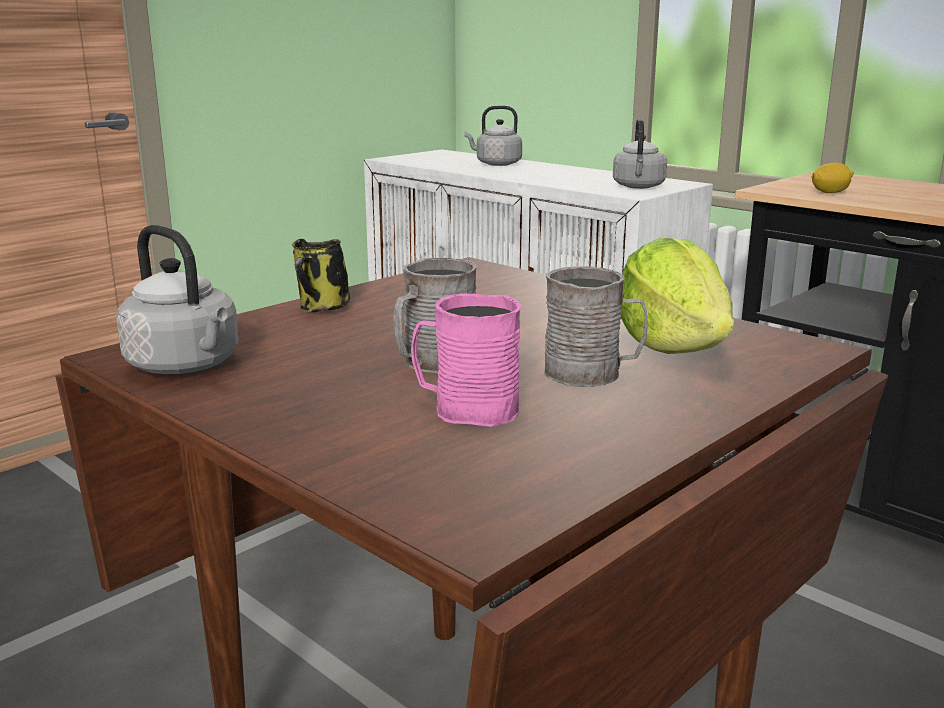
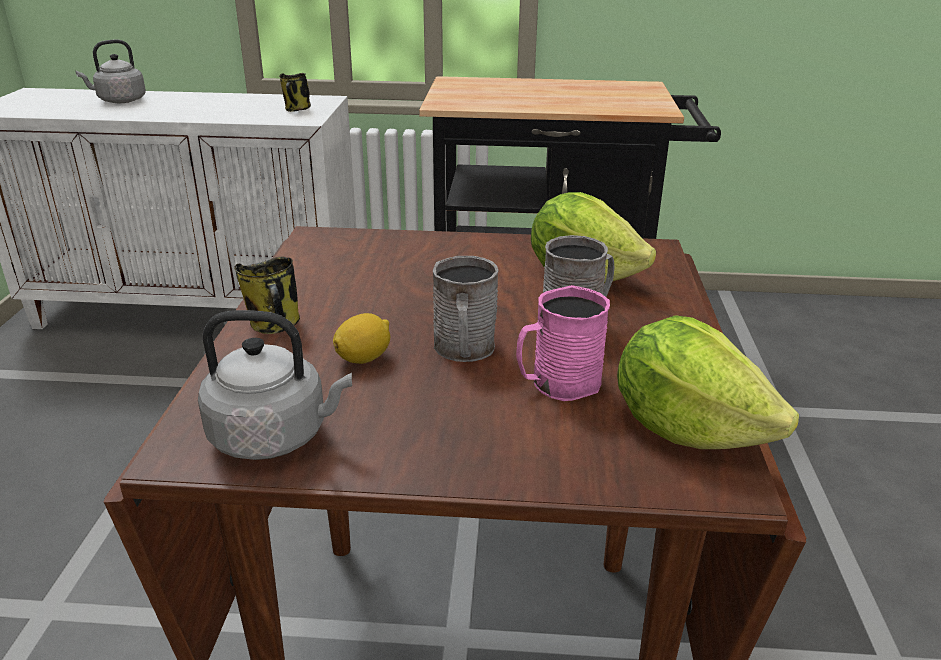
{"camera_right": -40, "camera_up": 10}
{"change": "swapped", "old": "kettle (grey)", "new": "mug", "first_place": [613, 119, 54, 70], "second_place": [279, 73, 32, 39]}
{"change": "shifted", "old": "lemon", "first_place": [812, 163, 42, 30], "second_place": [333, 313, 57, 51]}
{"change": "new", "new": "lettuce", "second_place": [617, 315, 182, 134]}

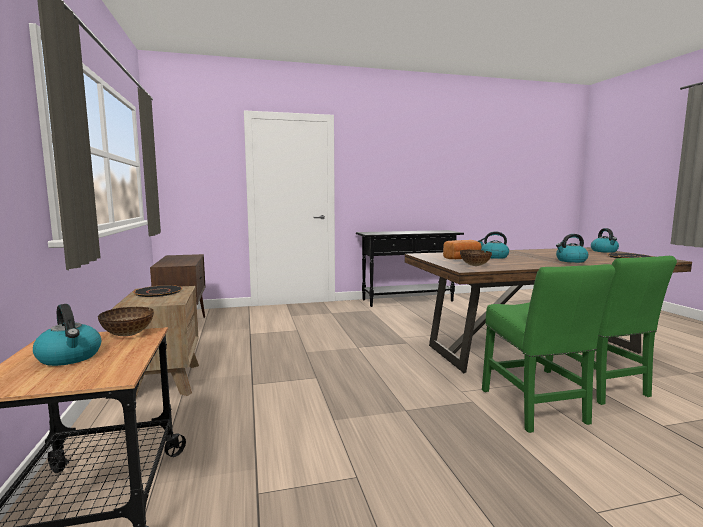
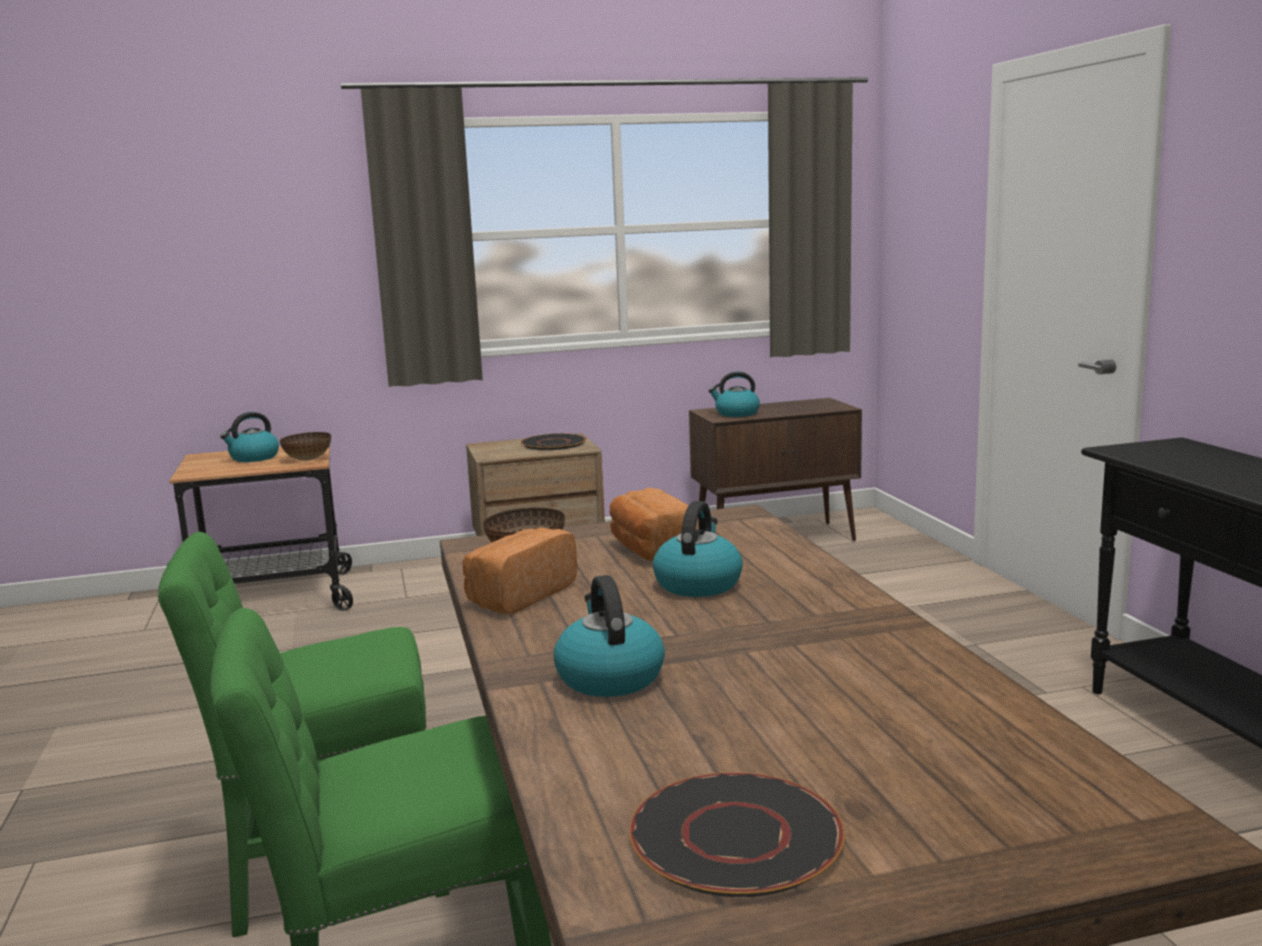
{"camera_right": 90, "camera_up": 5}
{"change": "shifted", "old": "kettle", "first_place": [591, 228, 28, 25], "second_place": [708, 371, 52, 46]}
{"change": "new", "new": "bread", "second_place": [462, 527, 115, 87]}

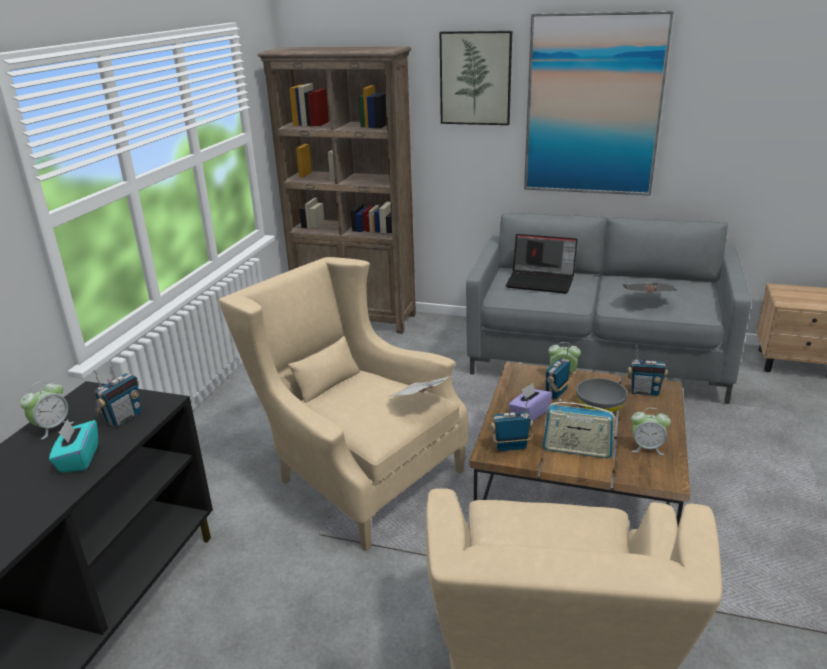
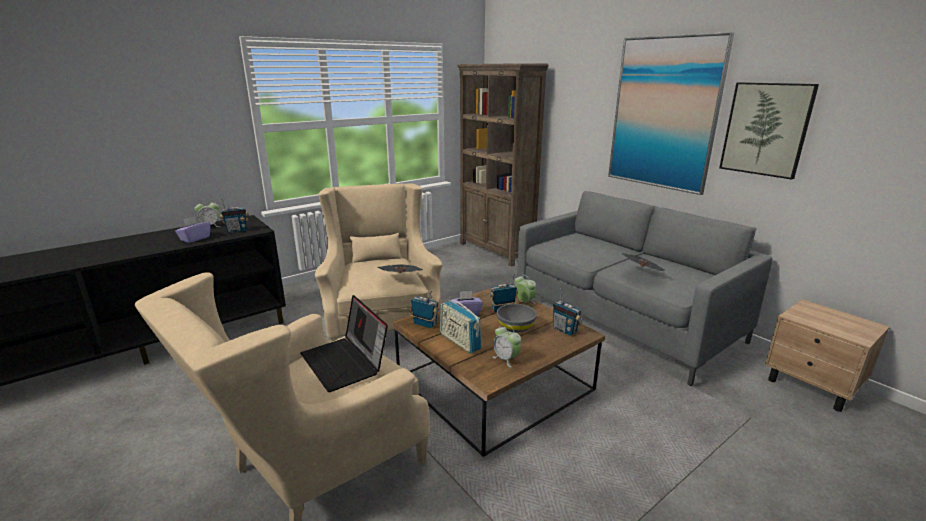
{"camera_right": 35, "camera_up": -5}
{"change": "shifted", "old": "picture", "first_place": [440, 31, 72, 94], "second_place": [719, 82, 100, 97]}
{"change": "shifted", "old": "laptop", "first_place": [505, 234, 73, 59], "second_place": [300, 295, 88, 97]}
{"change": "repainted", "old": "tissue box (turquoise)", "new": "tissue box (purple)", "first_place": [49, 419, 49, 54], "second_place": [175, 216, 36, 27]}

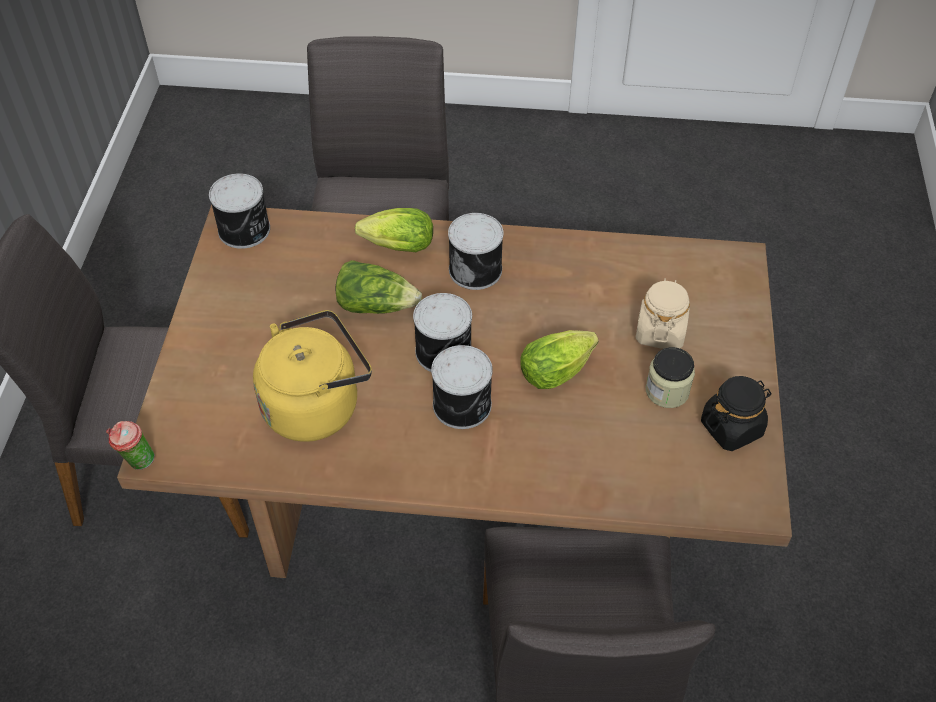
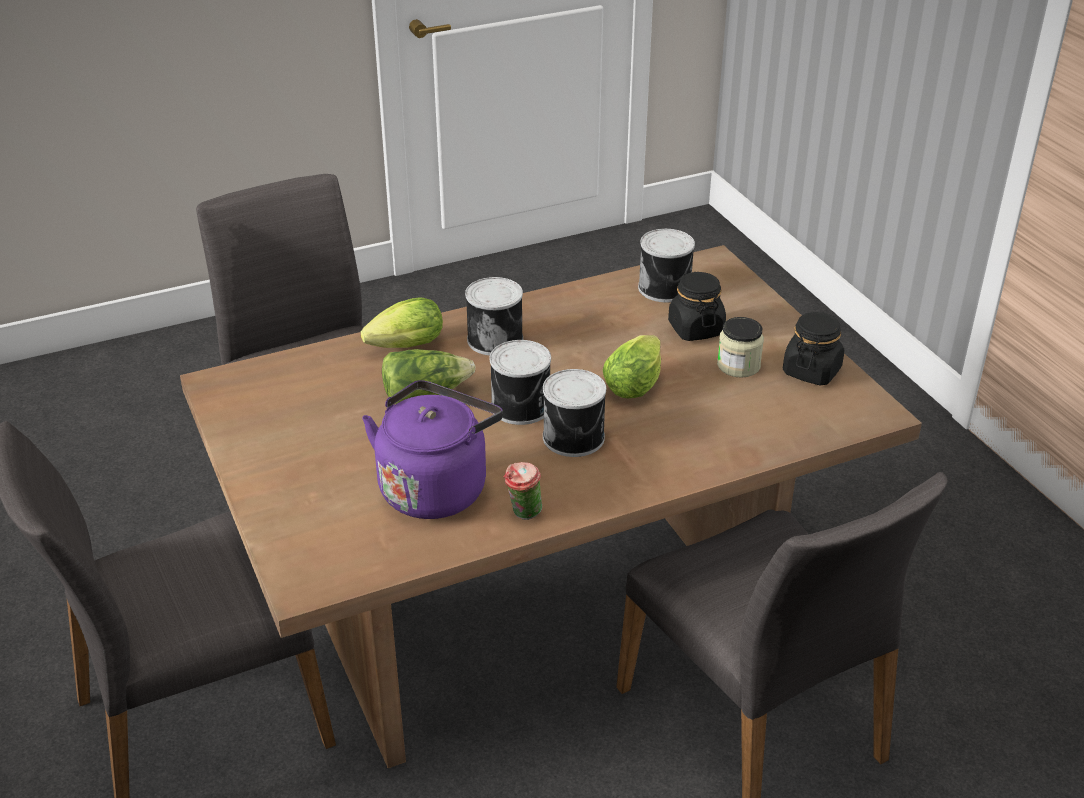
{"camera_right": -30, "camera_up": -15}
{"change": "shifted", "old": "can", "first_place": [209, 173, 61, 76], "second_place": [638, 229, 57, 73]}
{"change": "repainted", "old": "jar (beige)", "new": "jar (black)", "first_place": [635, 278, 55, 71], "second_place": [668, 272, 58, 69]}
{"change": "repainted", "old": "kettle (yellow)", "new": "kettle (purple)", "first_place": [253, 310, 119, 132], "second_place": [362, 380, 141, 139]}
{"change": "shifted", "old": "cup", "first_place": [106, 421, 49, 49], "second_place": [504, 462, 38, 58]}

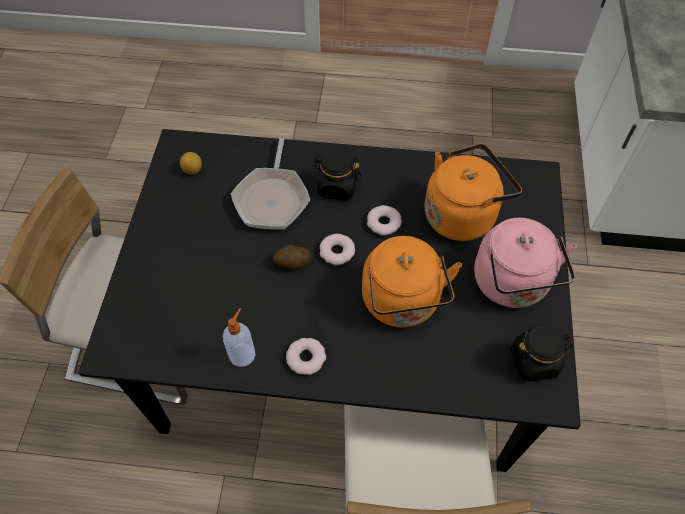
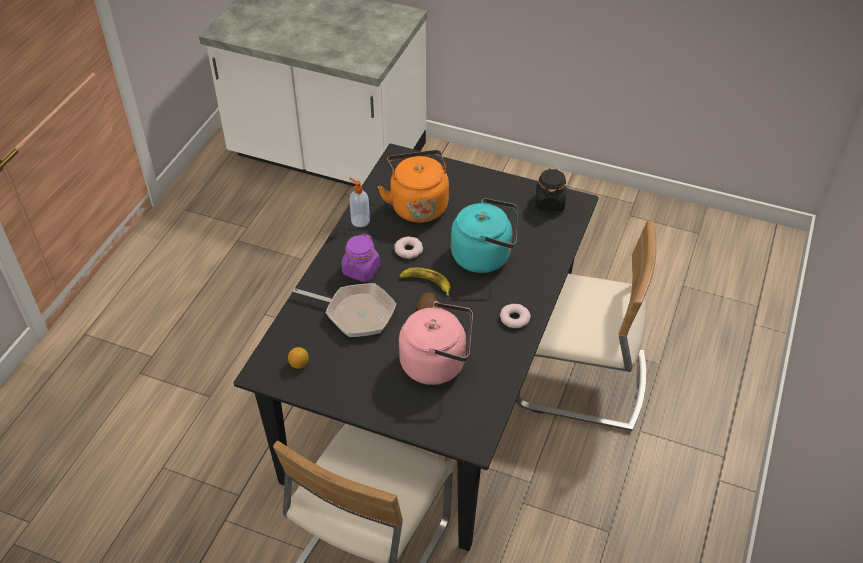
{"camera_right": -75, "camera_up": -10}
{"change": "repainted", "old": "jar (black)", "new": "jar (purple)", "first_place": [312, 148, 49, 53], "second_place": [342, 233, 38, 49]}
{"change": "shifted", "old": "kettle (pink)", "first_place": [474, 218, 103, 90], "second_place": [399, 301, 74, 84]}
{"change": "swapped", "old": "donut", "new": "banana", "first_place": [320, 234, 35, 31], "second_place": [399, 268, 51, 28]}
{"change": "repainted", "old": "kettle (orange)", "new": "kettle (turquoise)", "first_place": [362, 236, 100, 92], "second_place": [451, 198, 67, 75]}
{"change": "shifted", "old": "soap dispenser", "first_place": [223, 308, 32, 59], "second_place": [349, 178, 21, 49]}

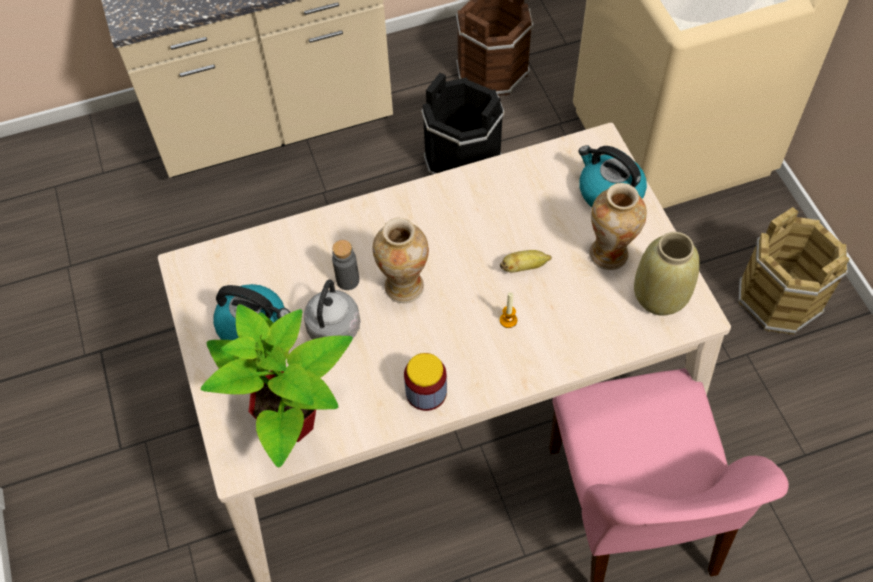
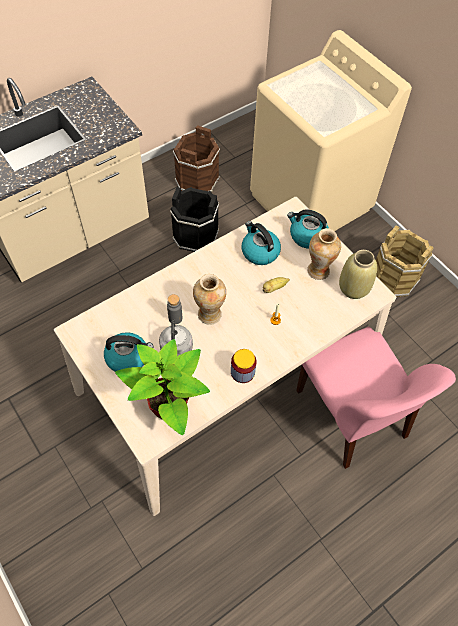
{"camera_right": -20, "camera_up": 0}
{"change": "new", "new": "kettle", "second_place": [241, 221, 40, 44]}

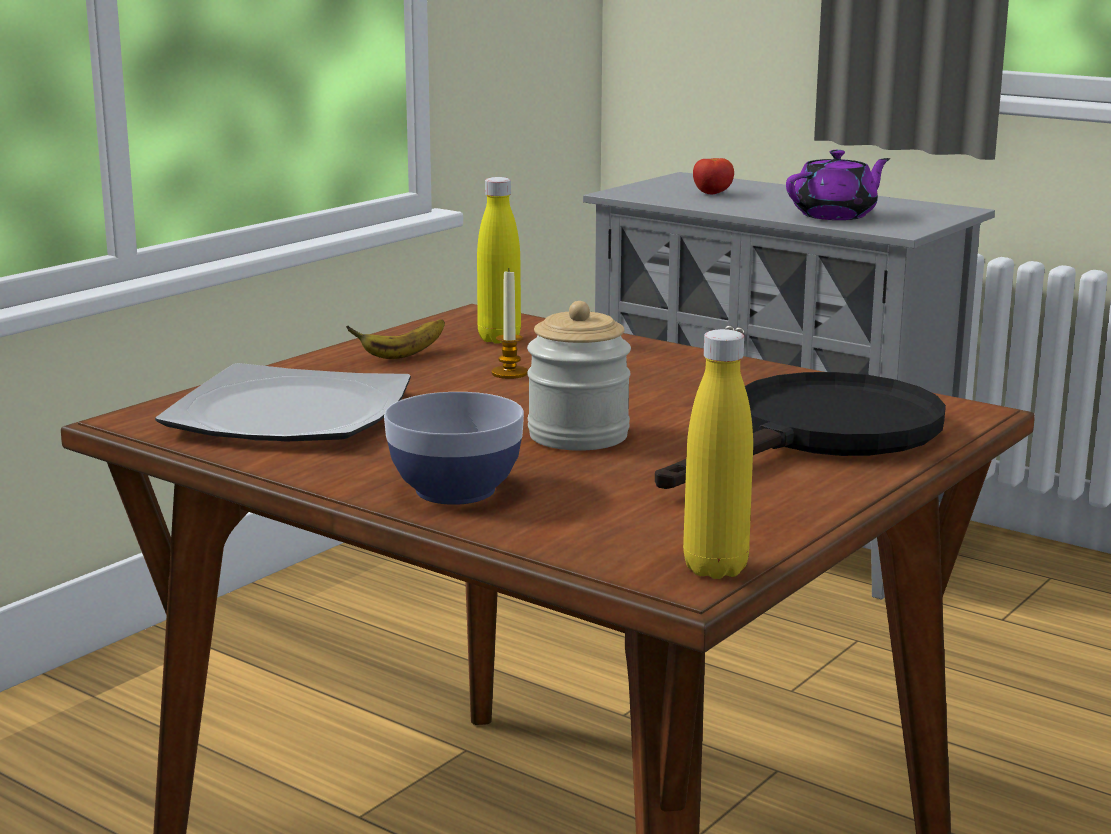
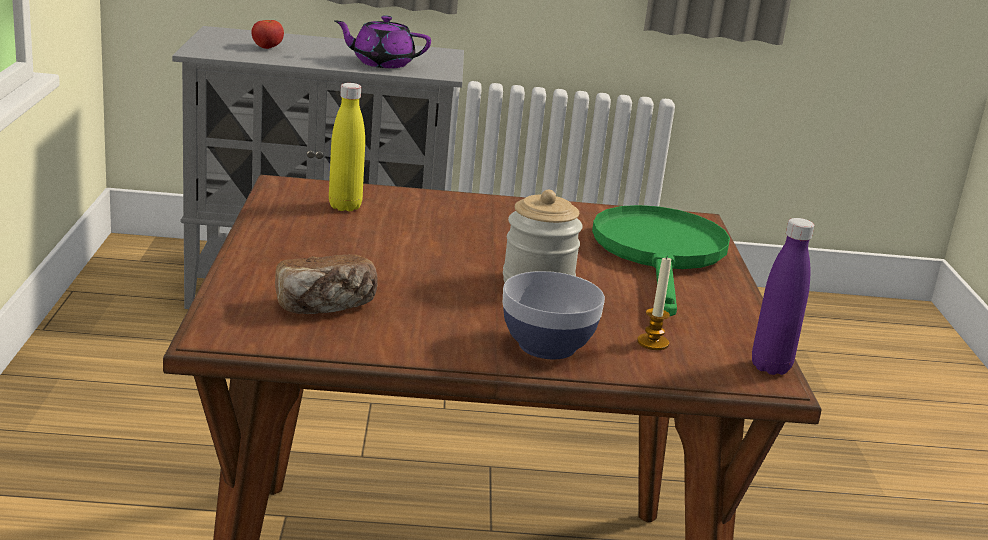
{"camera_right": -40, "camera_up": 5}
{"change": "rotated", "old": "teapot (purple)", "first_place": [786, 150, 104, 70], "second_place": [334, 15, 97, 53], "degrees": -105}
{"change": "shifted", "old": "candle", "first_place": [492, 272, 36, 107], "second_place": [637, 255, 34, 95]}
{"change": "gone", "old": "banana", "first_place": [346, 319, 99, 40]}
{"change": "repainted", "old": "bottle (yellow)", "new": "bottle (purple)", "first_place": [683, 329, 70, 250], "second_place": [752, 218, 62, 157]}
{"change": "swapped", "old": "plate", "new": "bread", "first_place": [155, 363, 256, 78], "second_place": [275, 254, 103, 60]}
{"change": "repainted", "old": "frying pan (black)", "new": "frying pan (green)", "first_place": [655, 372, 291, 117], "second_place": [592, 205, 138, 111]}

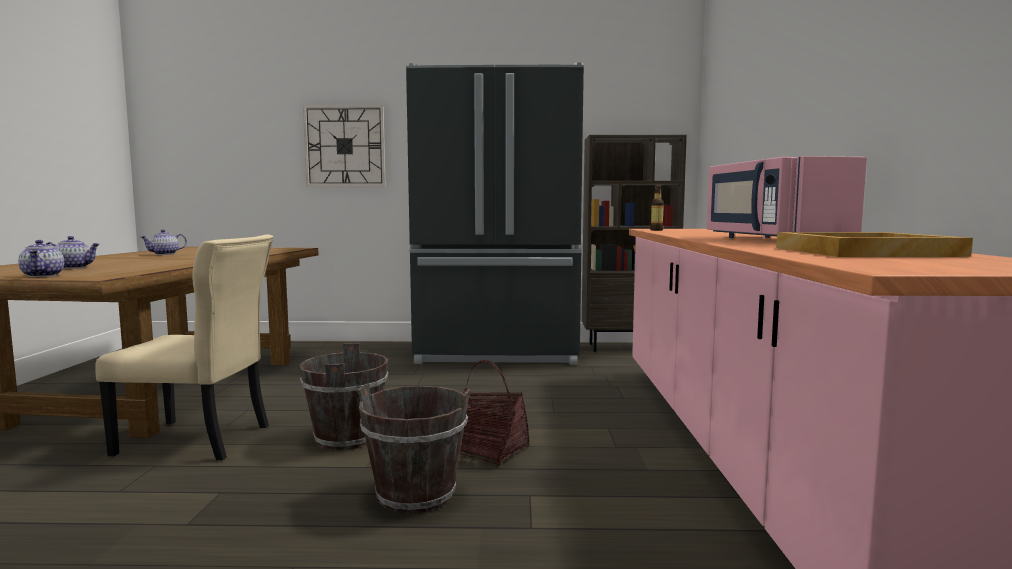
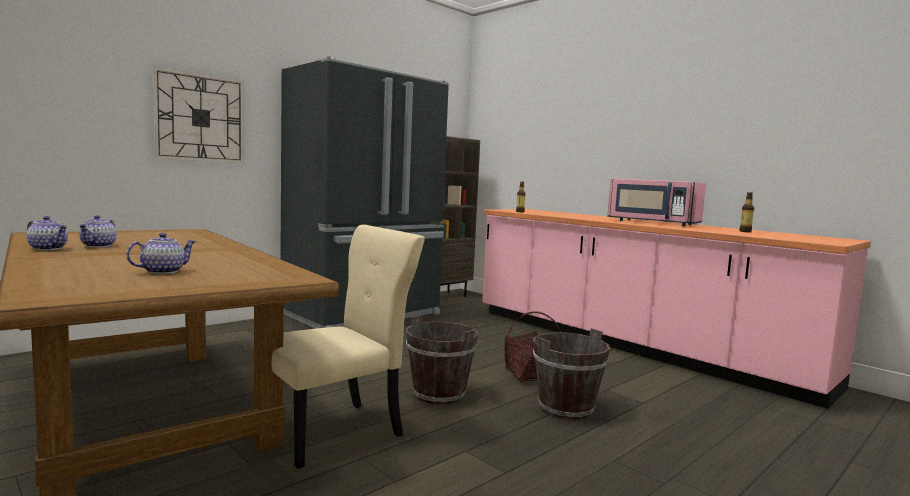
{"camera_right": -45, "camera_up": 0}
{"change": "swapped", "old": "tray (beige)", "new": "bottle", "first_place": [776, 232, 197, 25], "second_place": [739, 192, 15, 40]}
{"change": "shifted", "old": "teapot", "first_place": [18, 240, 46, 37], "second_place": [26, 216, 42, 34]}

